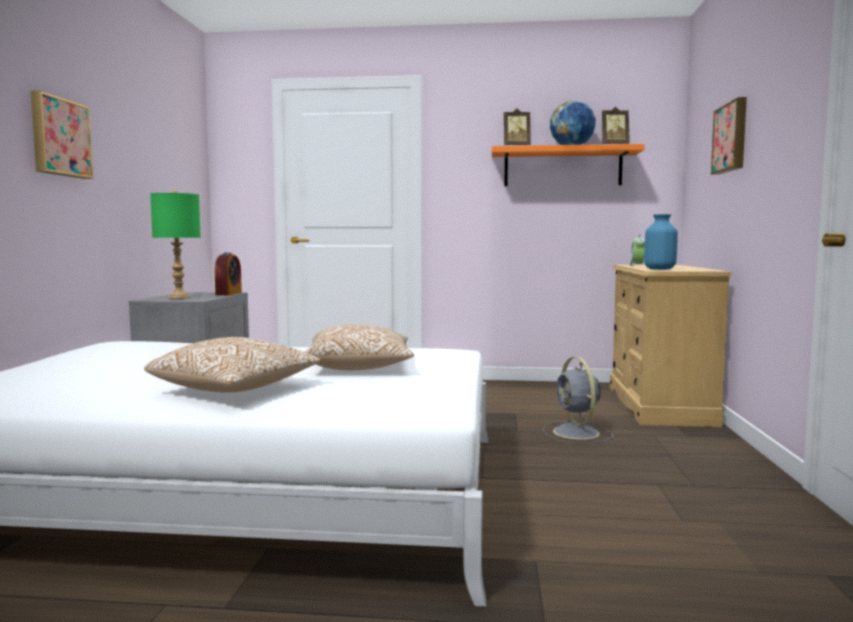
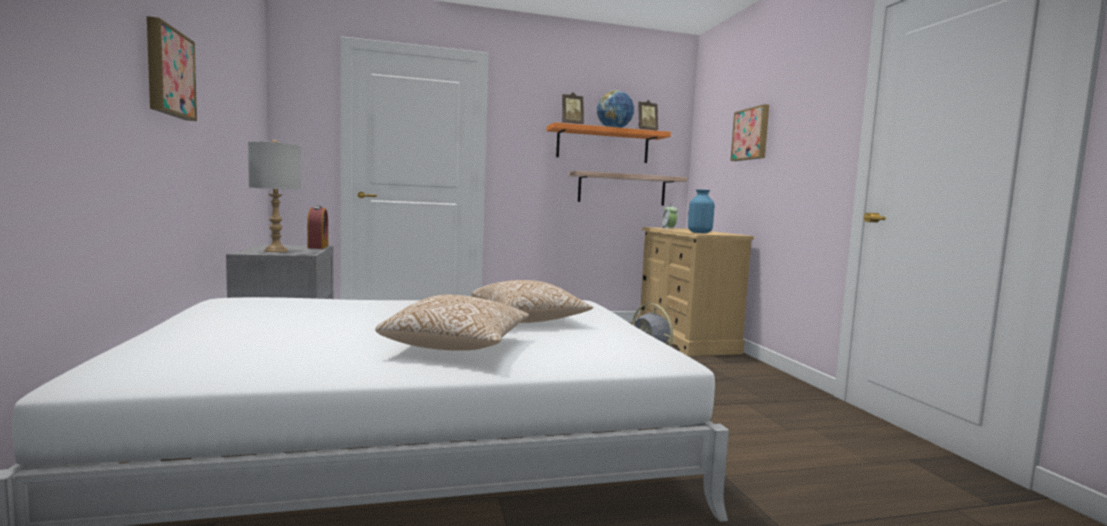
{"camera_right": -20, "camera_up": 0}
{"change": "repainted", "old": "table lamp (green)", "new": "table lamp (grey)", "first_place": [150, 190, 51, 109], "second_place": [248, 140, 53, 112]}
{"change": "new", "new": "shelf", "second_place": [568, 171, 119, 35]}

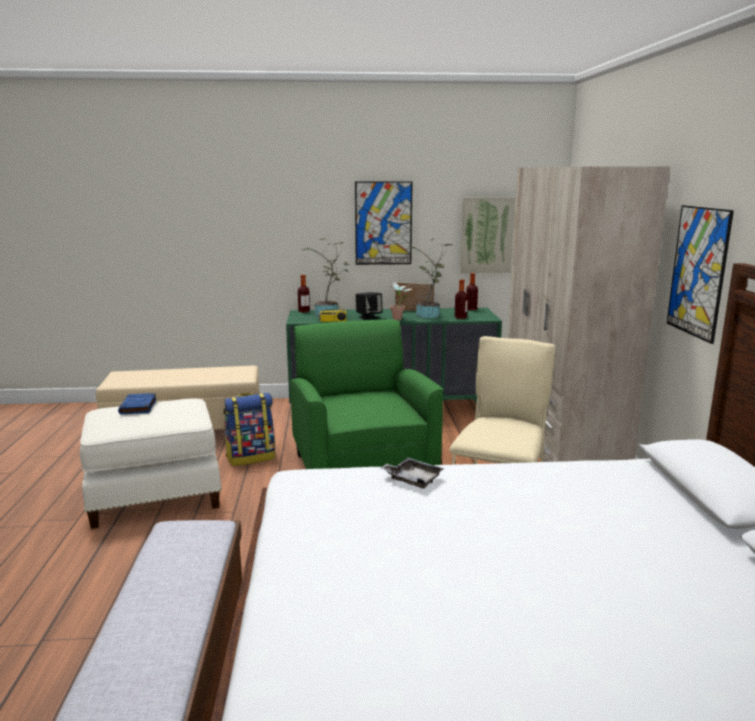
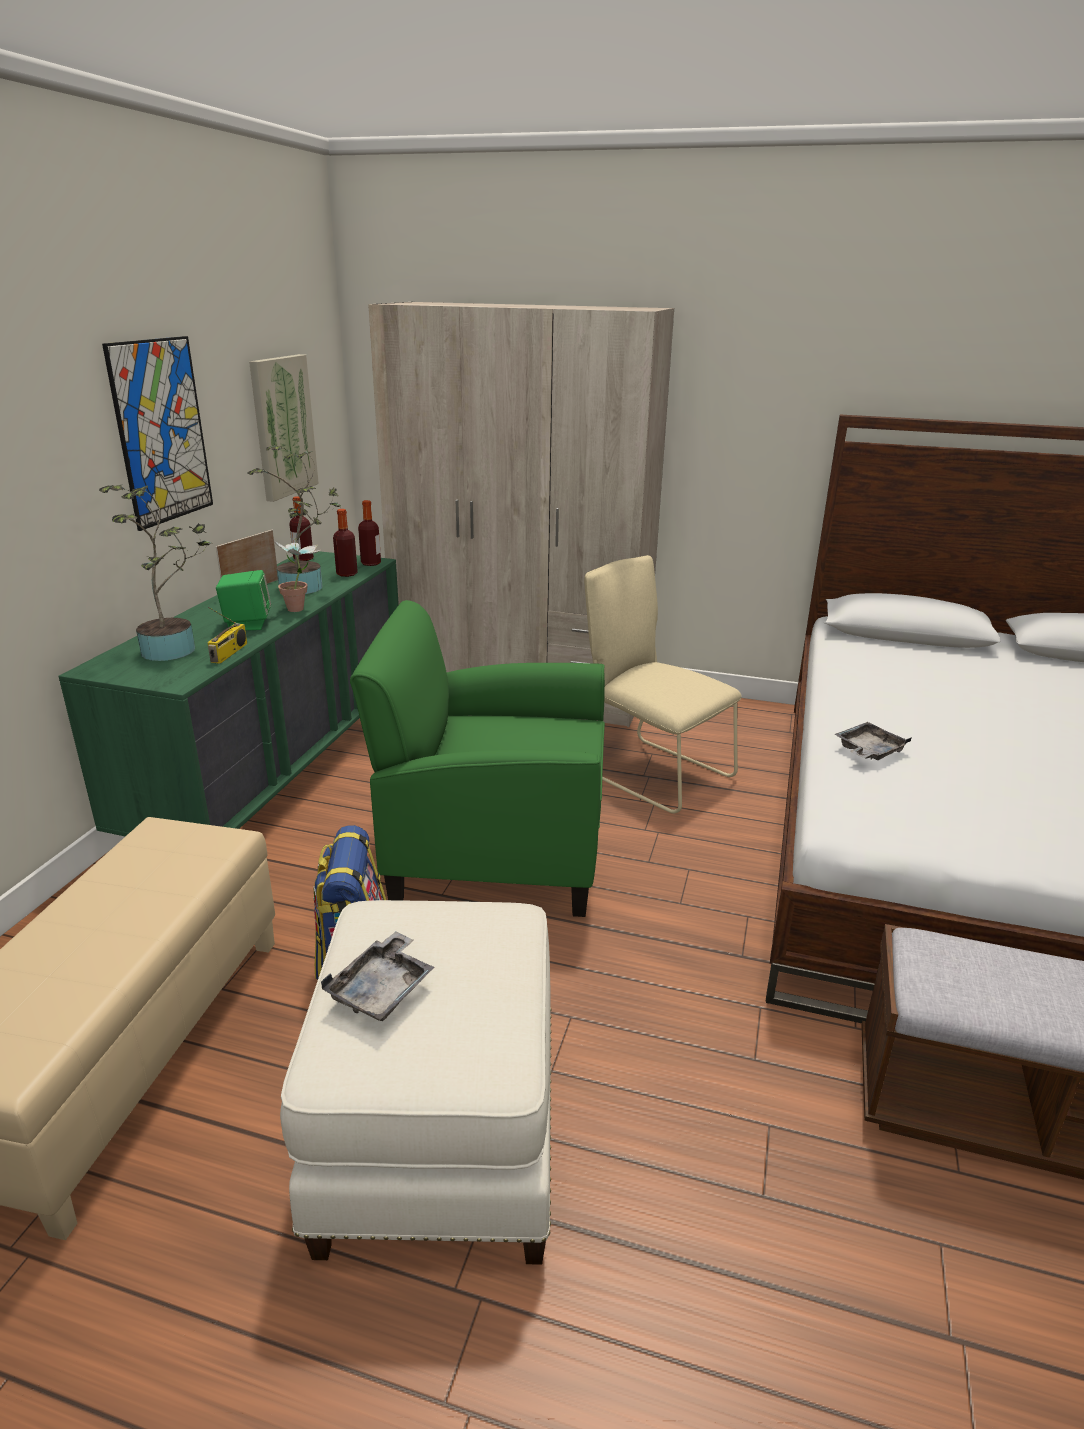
{"camera_right": -70, "camera_up": 10}
{"change": "gone", "old": "picture", "first_place": [667, 205, 67, 139]}
{"change": "shifted", "old": "bottle", "first_place": [298, 275, 12, 38], "second_place": [358, 500, 23, 66]}
{"change": "repainted", "old": "speaker (black)", "new": "speaker (green)", "first_place": [356, 292, 27, 28], "second_place": [216, 570, 55, 60]}
{"change": "swapped", "old": "book (blue)", "new": "tray (grey)", "first_place": [118, 393, 39, 21], "second_place": [321, 931, 113, 90]}

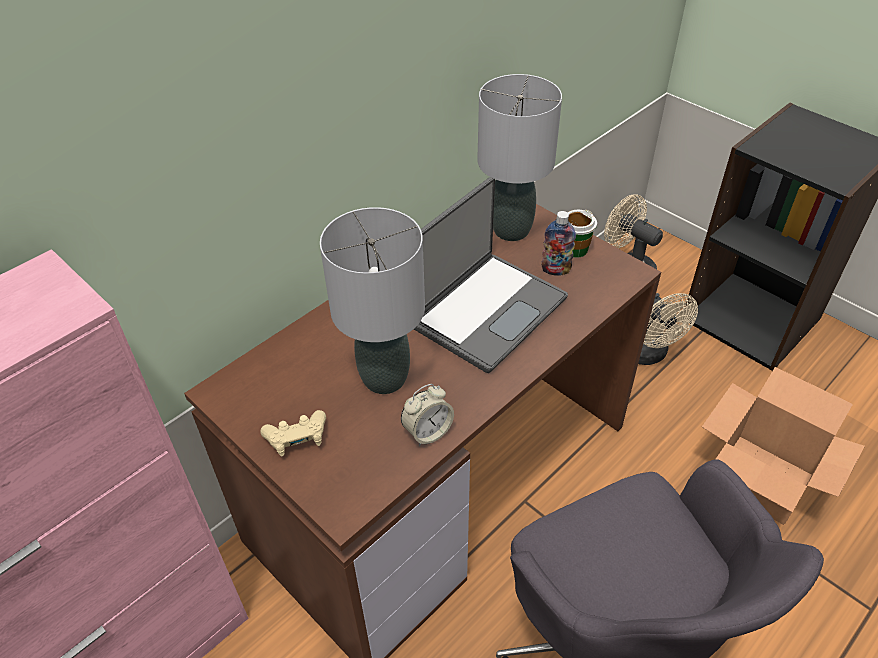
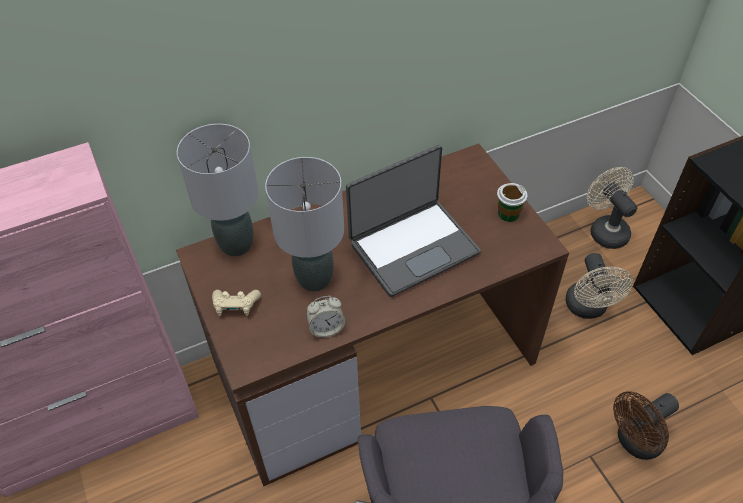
{"camera_right": 20, "camera_up": 5}
{"change": "shifted", "old": "table lamp (grey)", "first_place": [477, 74, 85, 167], "second_place": [177, 124, 82, 132]}
{"change": "gone", "old": "bottle", "first_place": [541, 211, 35, 65]}
{"change": "swapped", "old": "cardboard box", "new": "fan (brown)", "first_place": [702, 367, 163, 158], "second_place": [613, 391, 66, 69]}

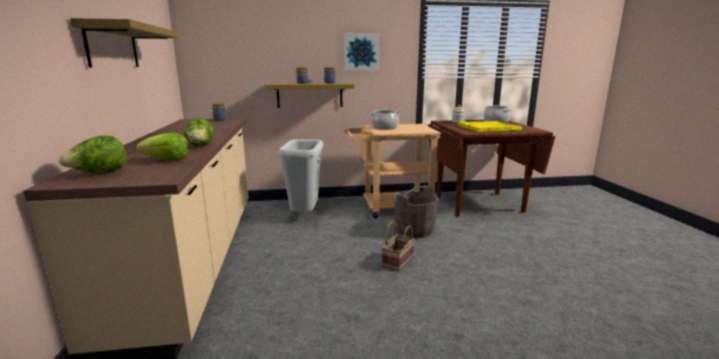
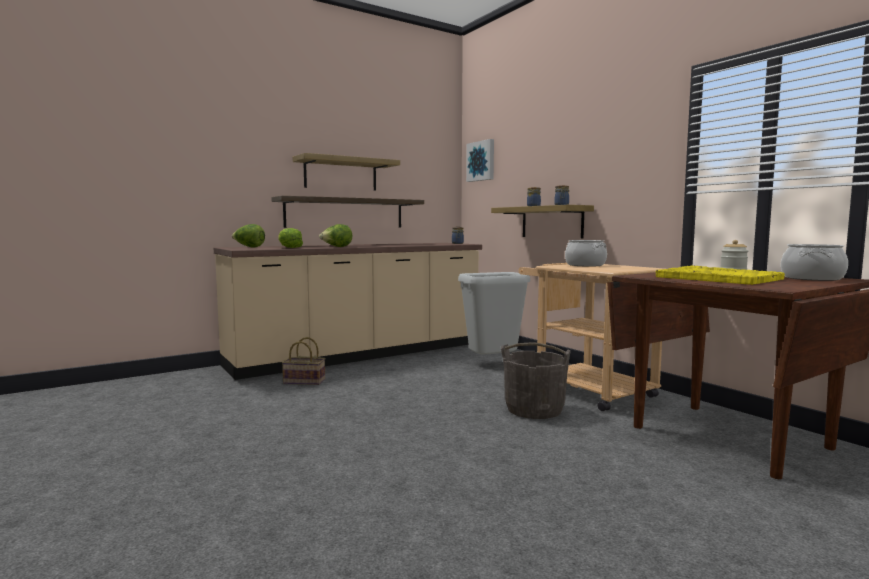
{"camera_right": 65, "camera_up": -10}
{"change": "shifted", "old": "picture", "first_place": [344, 33, 36, 38], "second_place": [466, 139, 28, 43]}
{"change": "shifted", "old": "basket", "first_place": [382, 222, 32, 50], "second_place": [282, 337, 44, 48]}
{"change": "new", "new": "shelf", "second_place": [271, 196, 153, 32]}

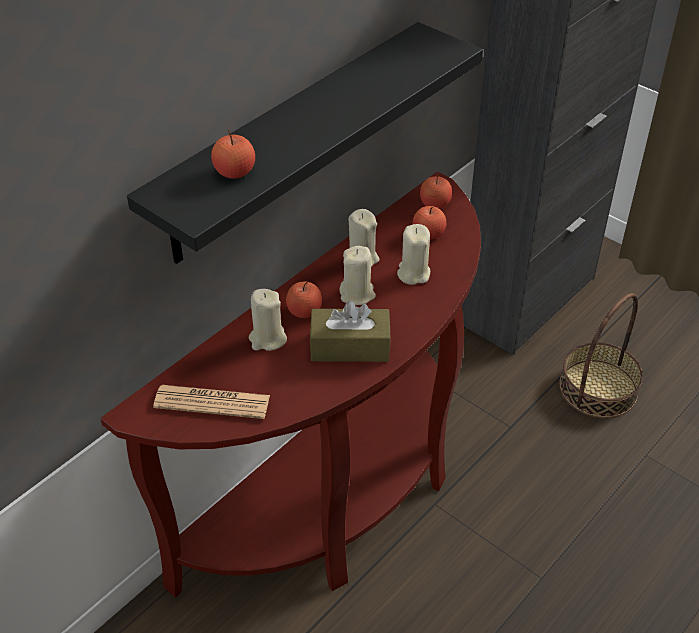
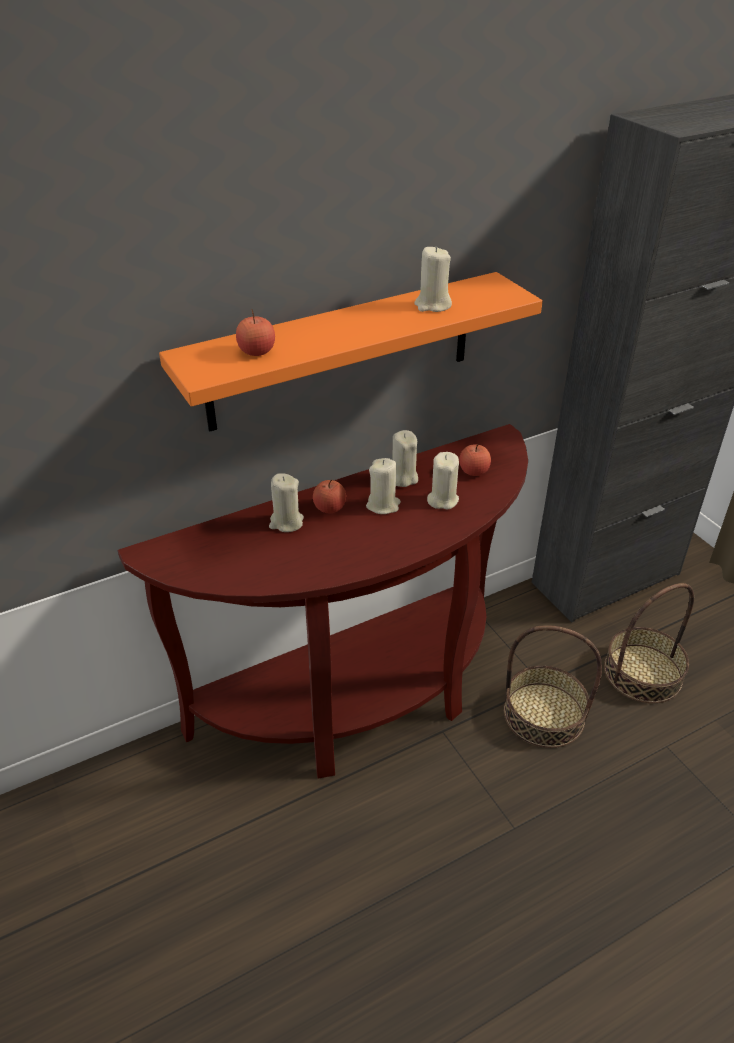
{"camera_right": 20, "camera_up": -5}
{"change": "repainted", "old": "shelf (black)", "new": "shelf (orange)", "first_place": [127, 22, 356, 242], "second_place": [159, 272, 384, 159]}
{"change": "gone", "old": "apple", "first_place": [420, 173, 32, 36]}
{"change": "gone", "old": "tissue box (brown)", "first_place": [310, 301, 81, 61]}
{"change": "gone", "old": "newspaper", "first_place": [153, 385, 117, 34]}
{"change": "new", "new": "candle (beige)", "second_place": [415, 246, 37, 66]}
{"change": "new", "new": "basket", "second_place": [504, 625, 98, 123]}

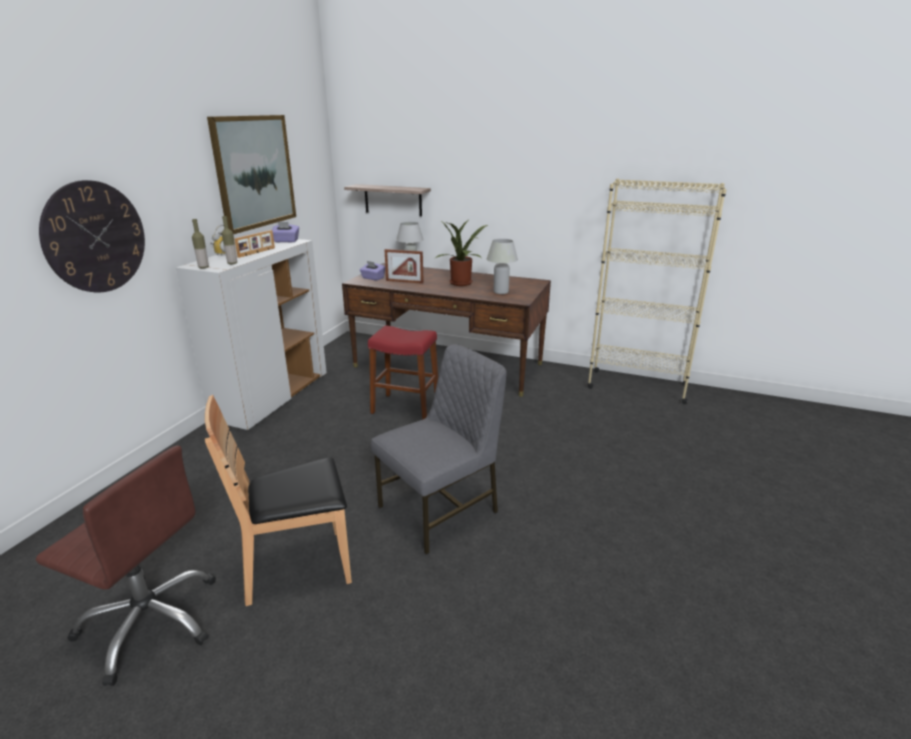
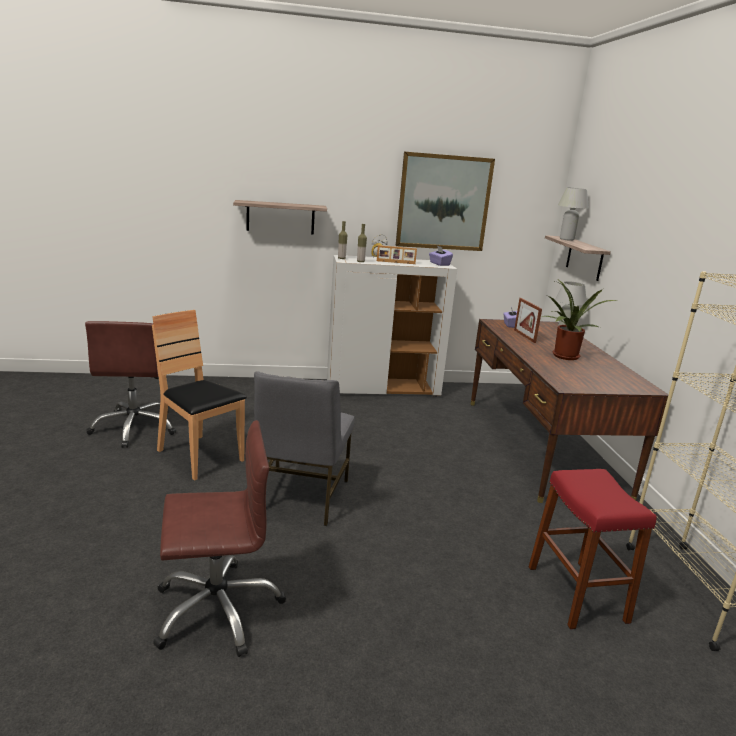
{"camera_right": 60, "camera_up": -5}
{"change": "swapped", "old": "wall clock", "new": "shelf", "first_place": [39, 180, 106, 112], "second_place": [233, 200, 94, 35]}
{"change": "shifted", "old": "table lamp (white)", "first_place": [487, 239, 31, 55], "second_place": [558, 187, 31, 54]}
{"change": "shifted", "old": "stool (red)", "first_place": [368, 325, 70, 95], "second_place": [529, 469, 127, 160]}
{"change": "rotated", "old": "chair (grey)", "first_place": [371, 344, 136, 211], "second_place": [254, 371, 100, 155], "degrees": 75}
{"change": "new", "new": "office chair (brown)", "second_place": [153, 420, 133, 237]}

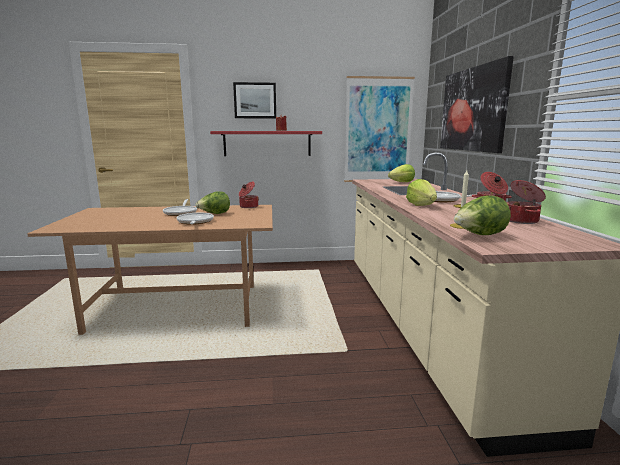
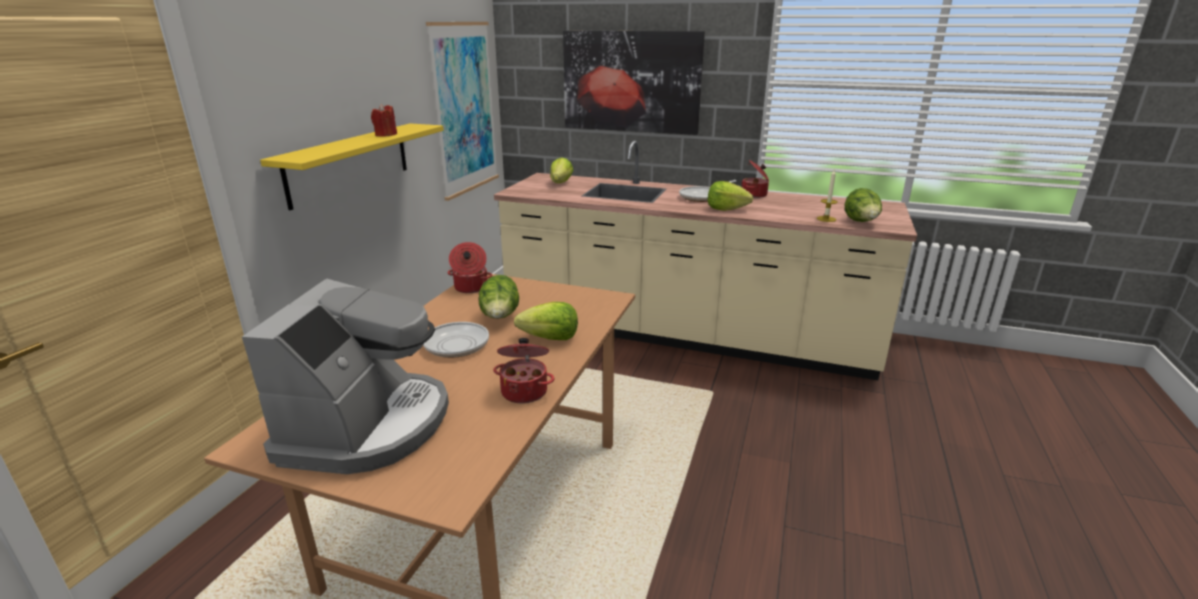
{"camera_right": -65, "camera_up": 10}
{"change": "gone", "old": "picture", "first_place": [233, 82, 43, 36]}
{"change": "repainted", "old": "shelf (red)", "new": "shelf (yellow)", "first_place": [210, 131, 112, 25], "second_place": [260, 124, 184, 86]}
{"change": "shifted", "old": "cooking pot", "first_place": [507, 180, 39, 44], "second_place": [493, 338, 62, 65]}
{"change": "swapped", "old": "frying pan", "new": "lettuce", "first_place": [177, 213, 37, 12], "second_place": [514, 302, 64, 38]}
{"change": "new", "new": "coffee machine", "second_place": [242, 278, 207, 196]}

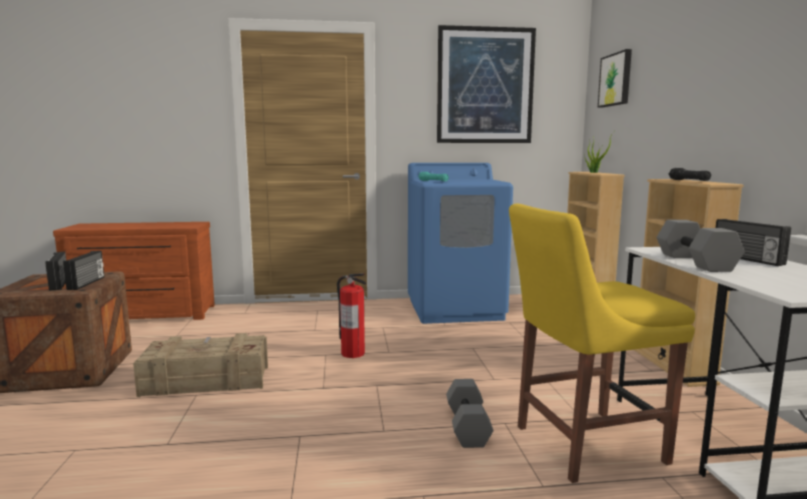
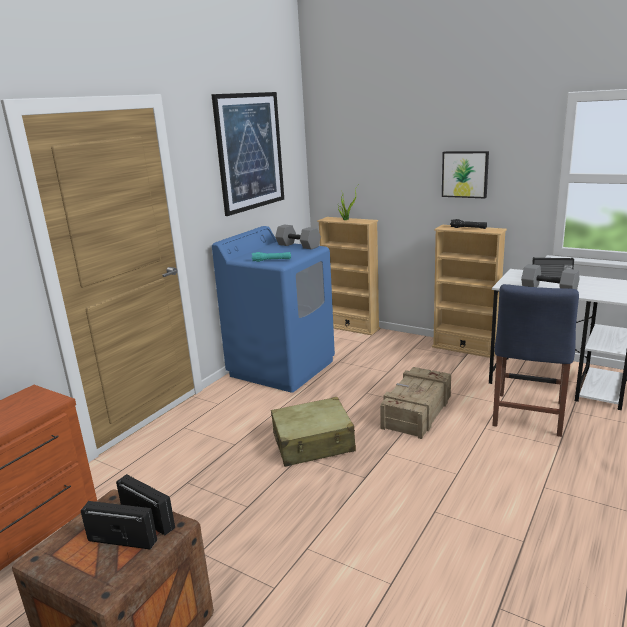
{"camera_right": -50, "camera_up": 10}
{"change": "shifted", "old": "picture", "first_place": [598, 49, 34, 59], "second_place": [442, 151, 47, 47]}
{"change": "repainted", "old": "chair (yellow)", "new": "chair (blue)", "first_place": [509, 204, 186, 279], "second_place": [492, 284, 87, 153]}
{"change": "swapped", "old": "fire extinguisher", "new": "suitcase (beige)", "first_place": [337, 273, 29, 85], "second_place": [271, 397, 85, 70]}
{"change": "shifted", "old": "crate", "first_place": [133, 333, 135, 64], "second_place": [380, 367, 71, 72]}
{"change": "shifted", "old": "dumbbell (grey)", "first_place": [446, 379, 47, 69], "second_place": [275, 224, 46, 25]}

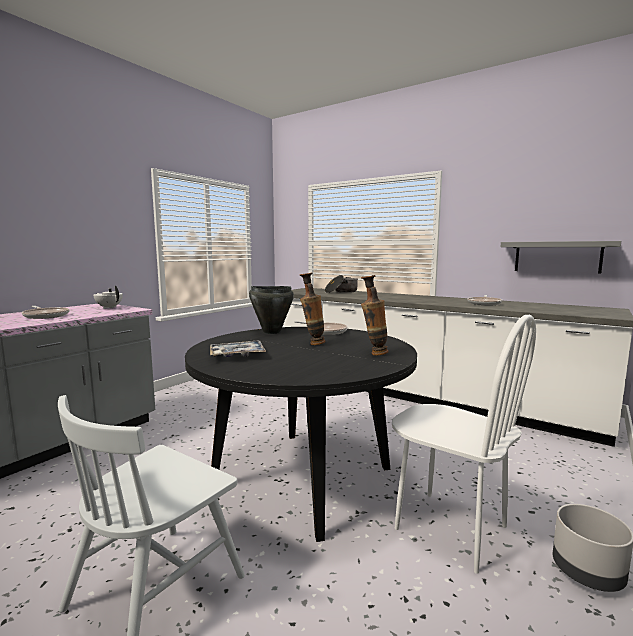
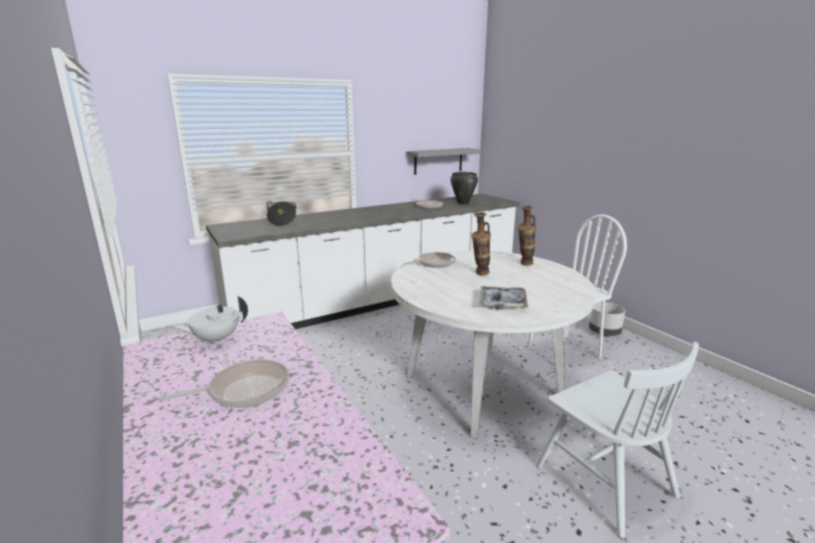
{"camera_right": -65, "camera_up": 10}
{"change": "shifted", "old": "cooking pot (black)", "first_place": [249, 286, 45, 48], "second_place": [450, 172, 28, 32]}
{"change": "repainted", "old": "dining table (black)", "new": "dining table (white)", "first_place": [185, 327, 232, 215], "second_place": [391, 251, 205, 188]}

